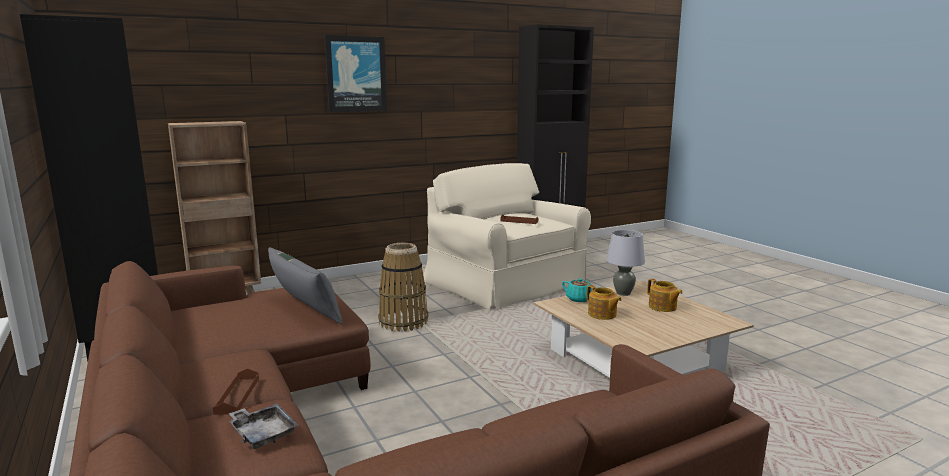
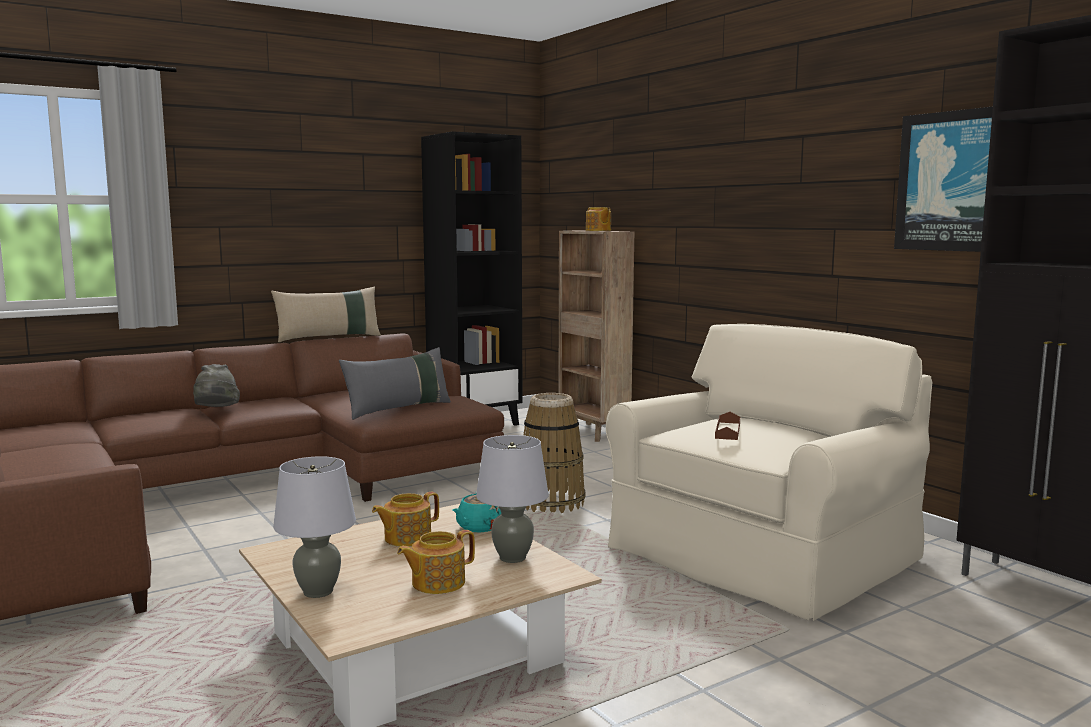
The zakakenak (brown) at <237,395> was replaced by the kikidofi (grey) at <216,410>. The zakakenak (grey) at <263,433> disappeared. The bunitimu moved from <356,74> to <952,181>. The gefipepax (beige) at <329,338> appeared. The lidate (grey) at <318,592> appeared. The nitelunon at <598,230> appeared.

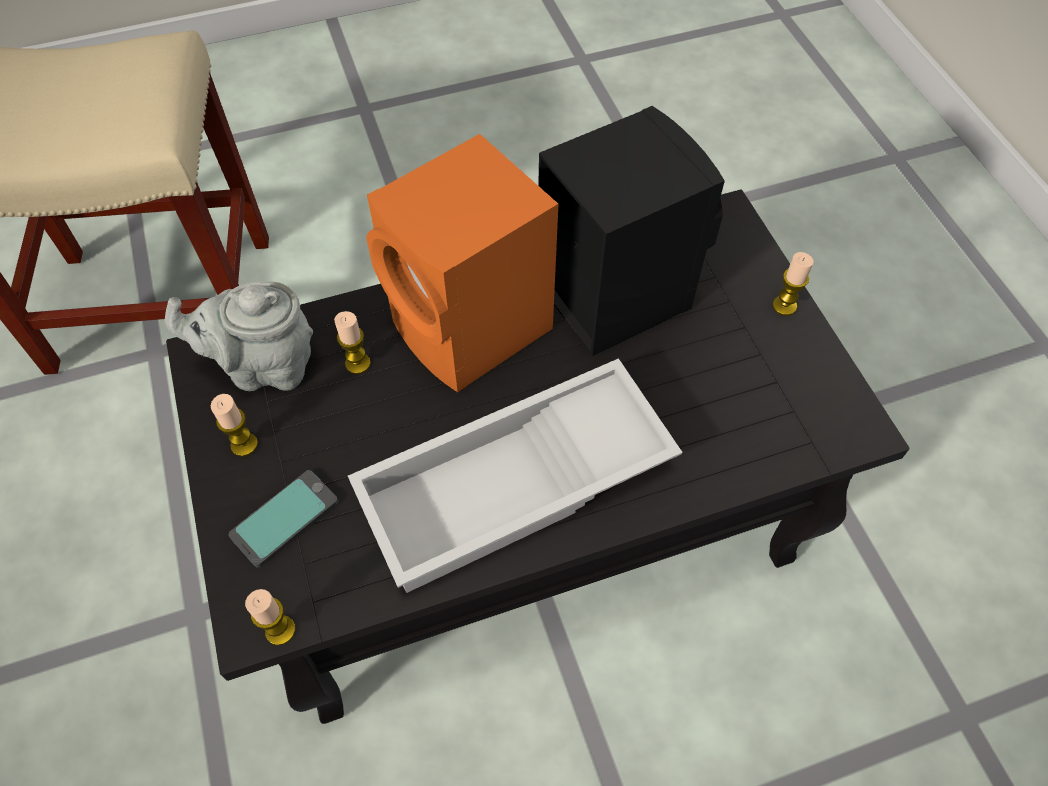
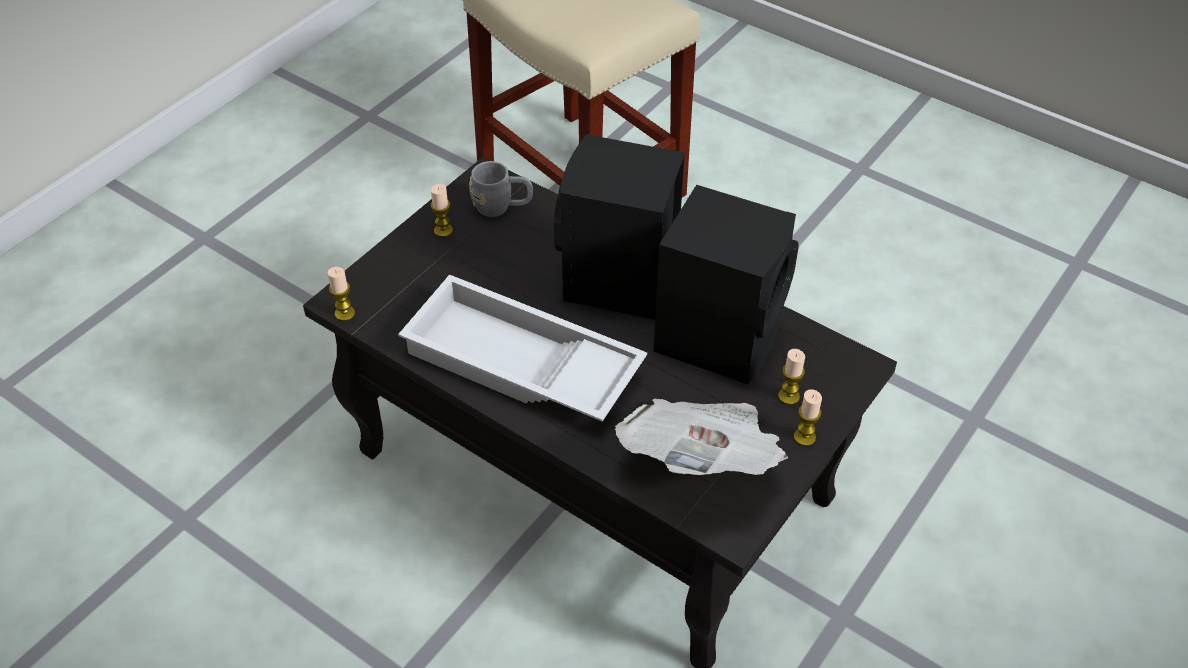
The nitelunon (grey) at <264,366> was replaced by the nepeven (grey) at <502,207>. The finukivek at <284,518> disappeared. The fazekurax moved from <358,363> to <788,396>. The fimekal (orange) at <474,331> became the fimekal (black) at <617,283>. The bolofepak at <702,461> appeared.

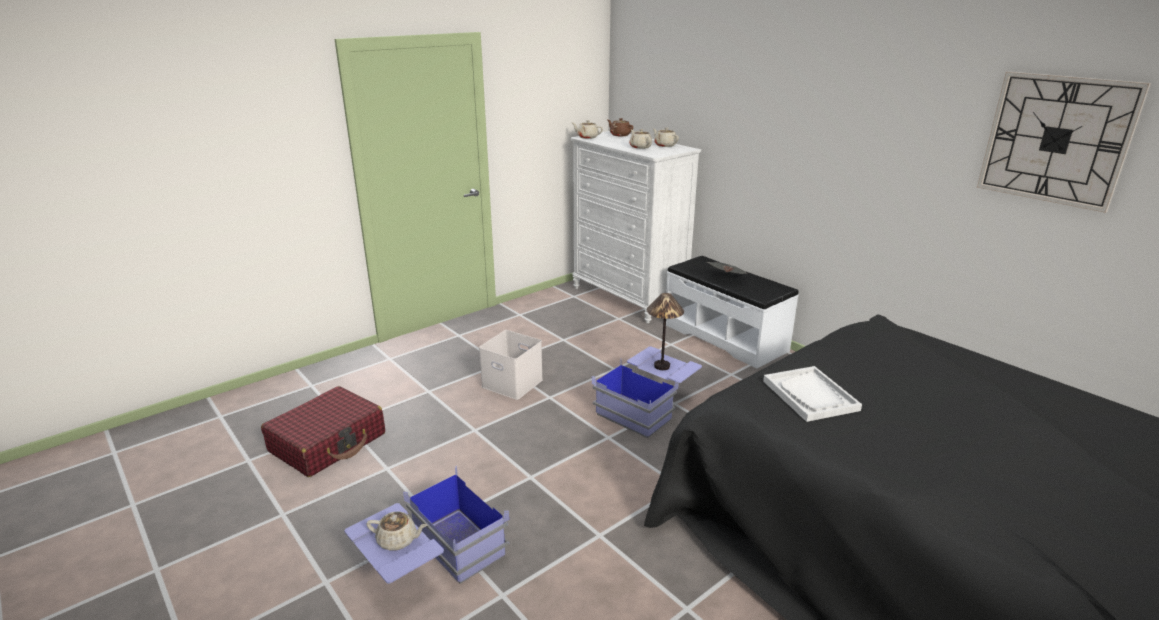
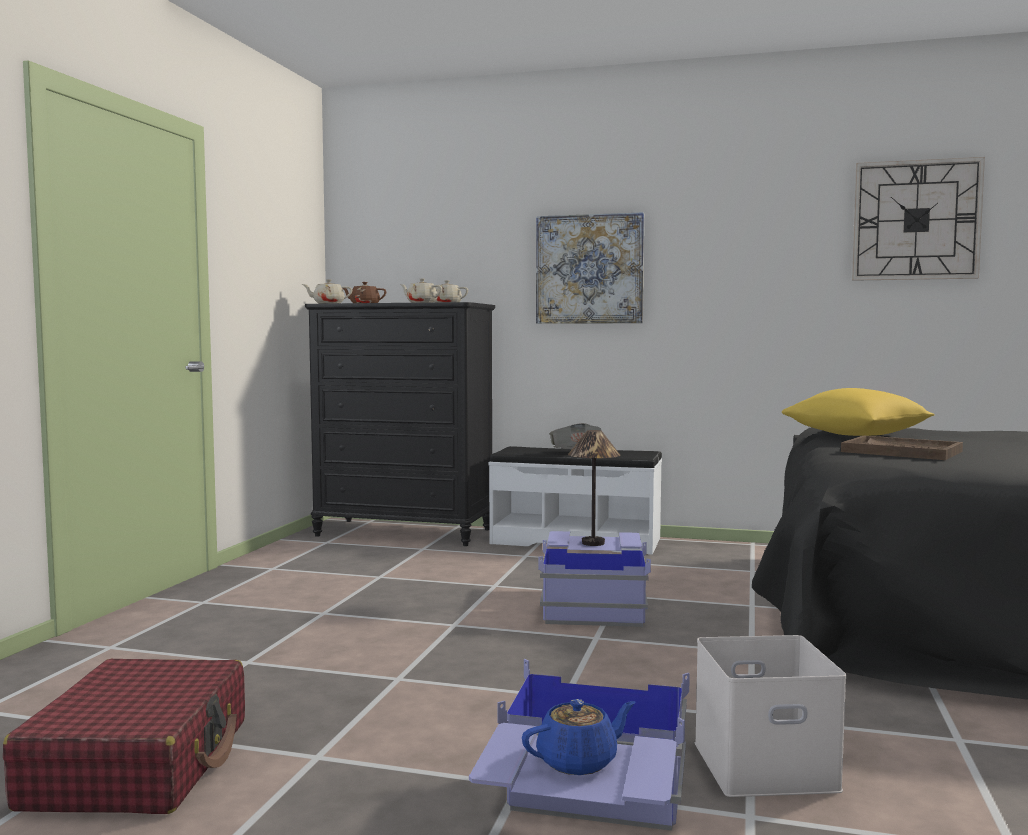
The nitelunon (beige) at <398,540> became the nitelunon (blue) at <579,761>. The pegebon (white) moved from <513,383> to <766,764>. The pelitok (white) at <628,297> became the pelitok (black) at <404,532>. The zakakenak (white) at <810,395> became the zakakenak (brown) at <902,451>. The bunitimu at <589,269> appeared. The gefipepax (yellow) at <856,435> appeared.

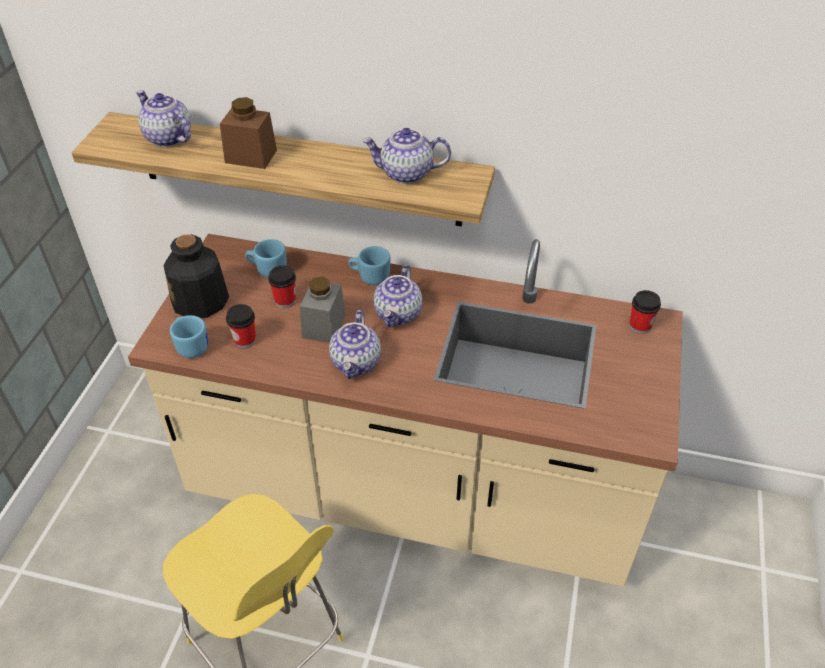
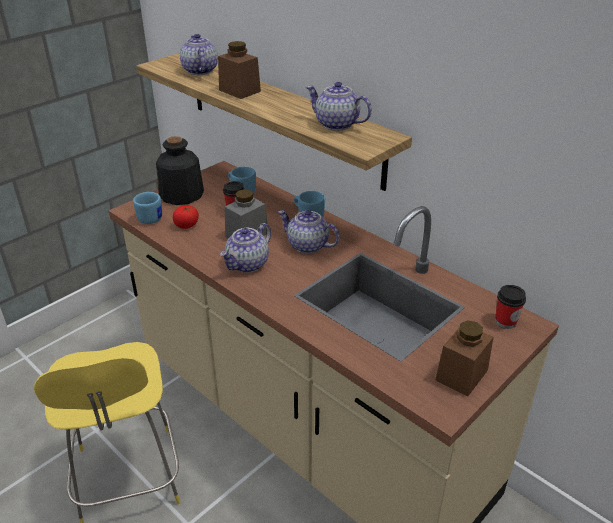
The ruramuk at <245,340> was replaced by the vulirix at <186,225>. The nitelunon at <398,314> turned 75 degrees clockwise. The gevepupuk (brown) at <461,375> appeared.

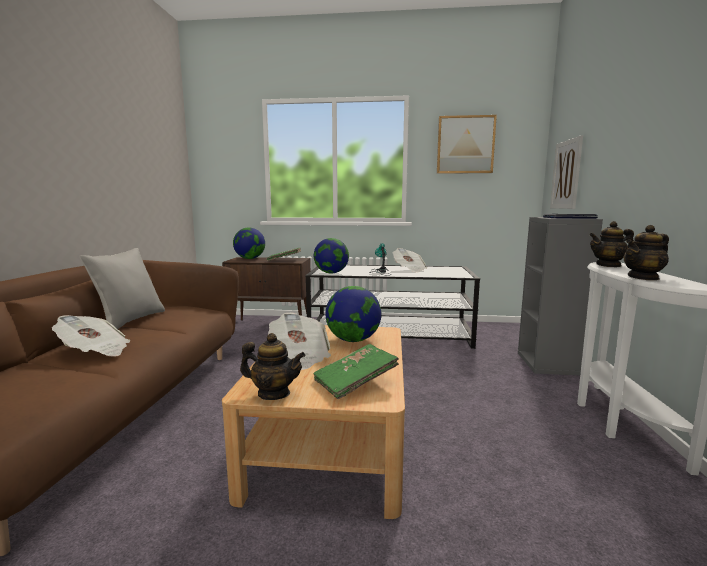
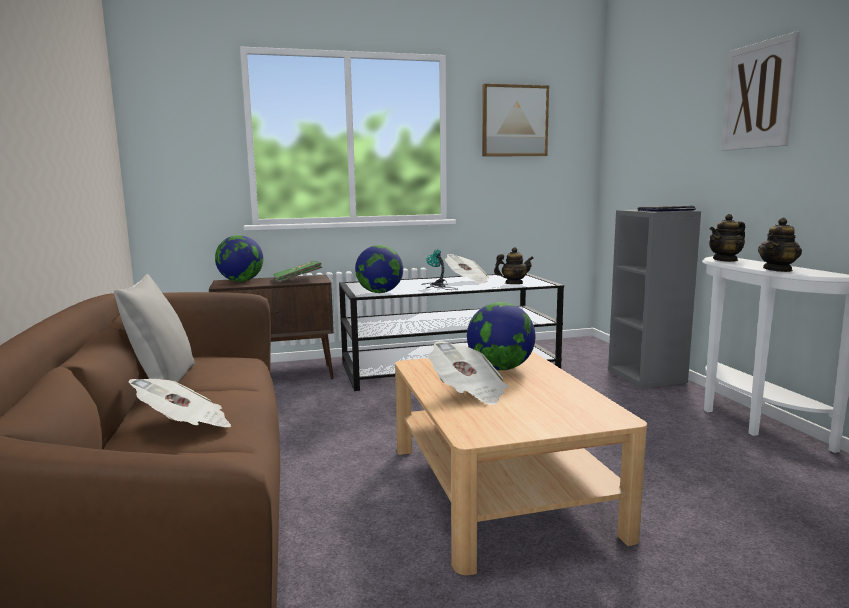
The nitelunon moved from <273,394> to <513,283>. The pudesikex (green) at <355,382> disappeared. The bunitimu moved from <566,174> to <758,96>.

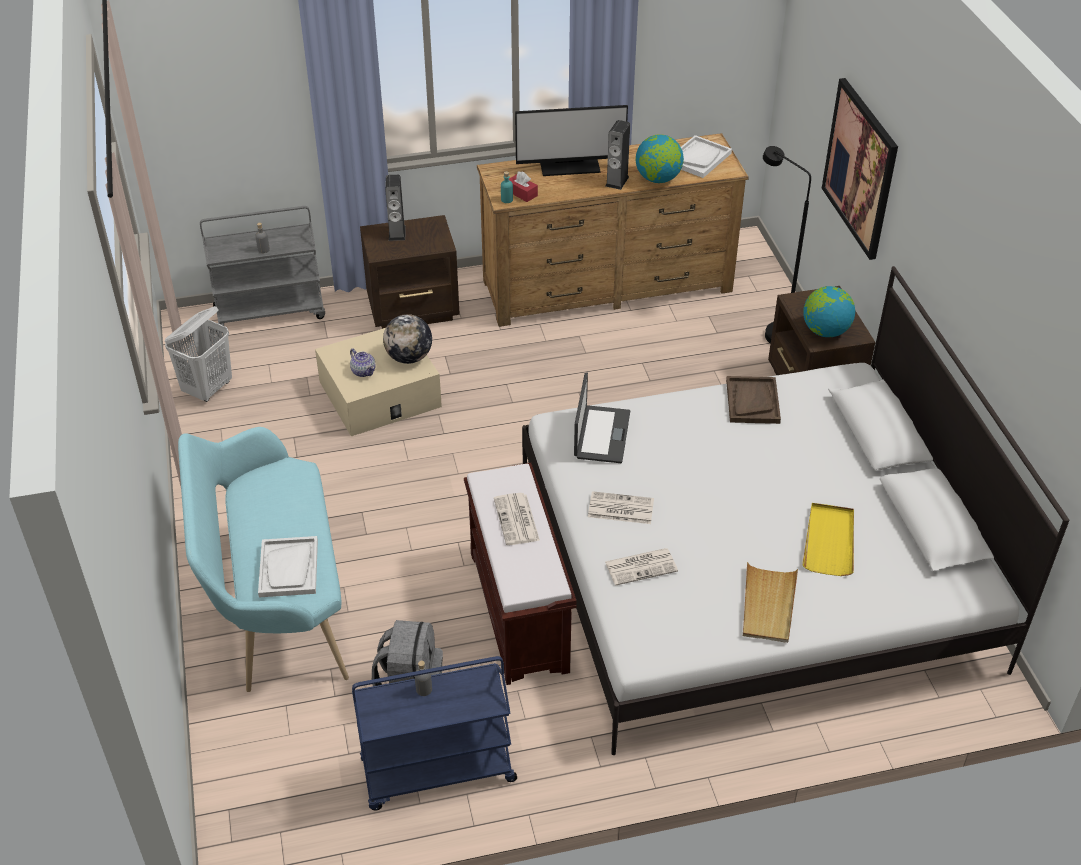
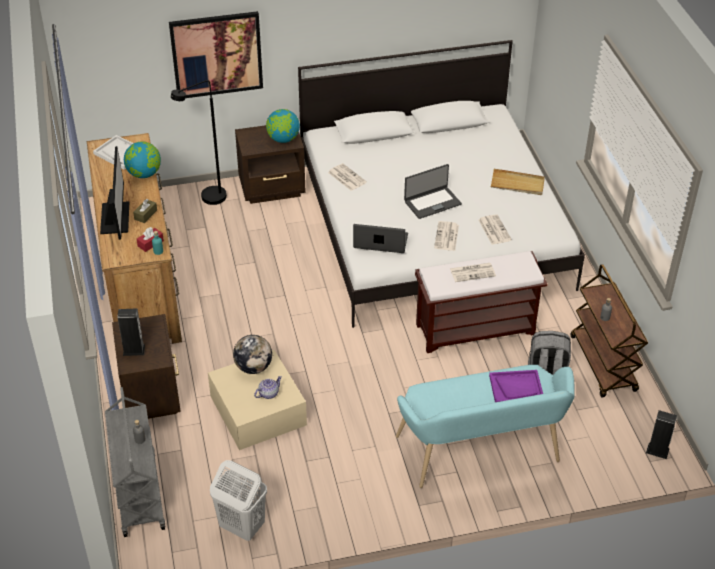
The zakakenak (white) at <289,568> became the zakakenak (purple) at <516,388>. The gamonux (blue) at <437,772> became the gamonux (brown) at <603,364>. The fimekal moved from <617,181> to <657,451>. The zakakenak (brown) at <752,401> was replaced by the bolofepak at <346,177>. The zakakenak (yellow) at <829,541> disappeared. The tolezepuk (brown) at <145,215> appeared. The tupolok at <432,202> appeared.

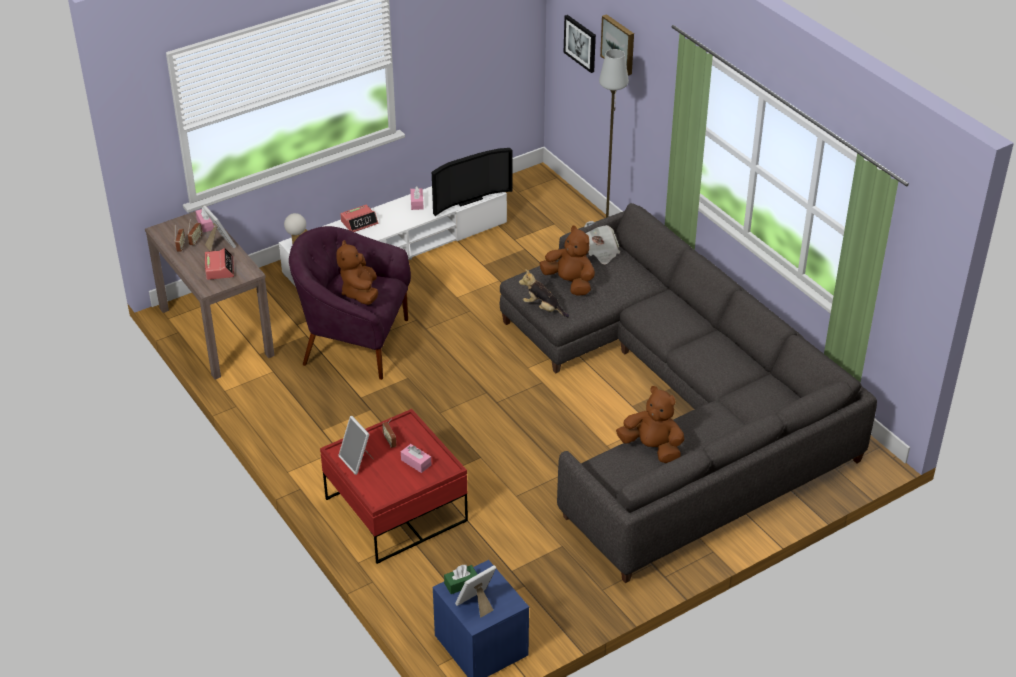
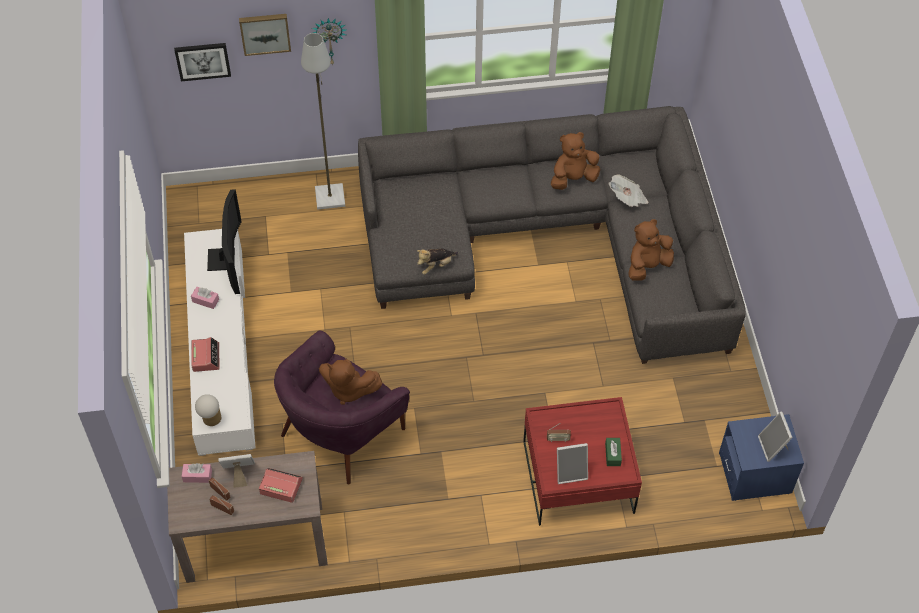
The tolezepuk (pink) at <416,462> disappeared. The tolezepuk (green) moved from <461,584> to <612,454>. The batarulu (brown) moved from <570,283> to <573,178>. The bolofepak moved from <599,252> to <627,198>. The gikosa at <330,40> appeared.

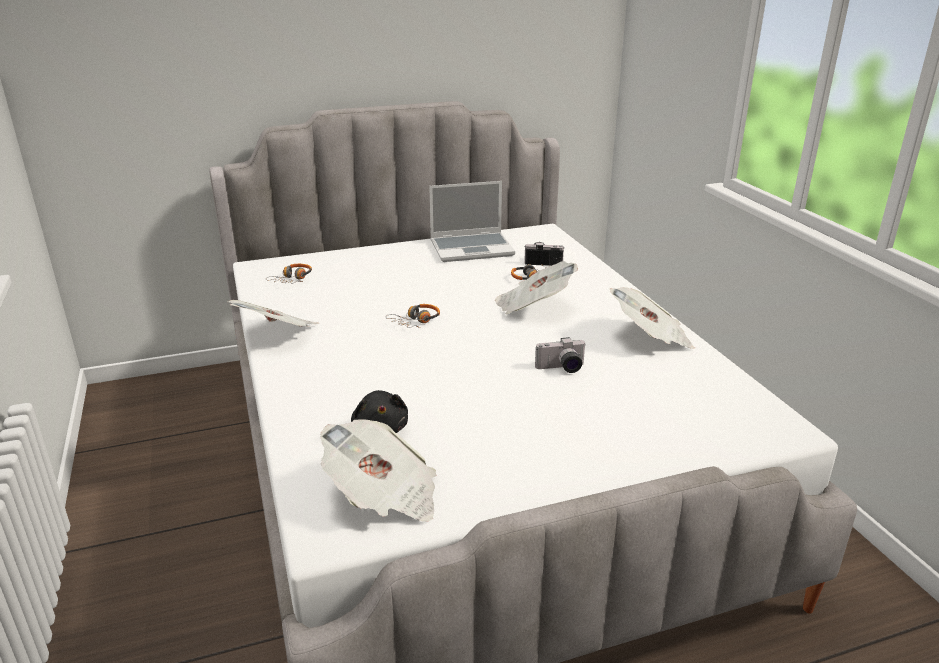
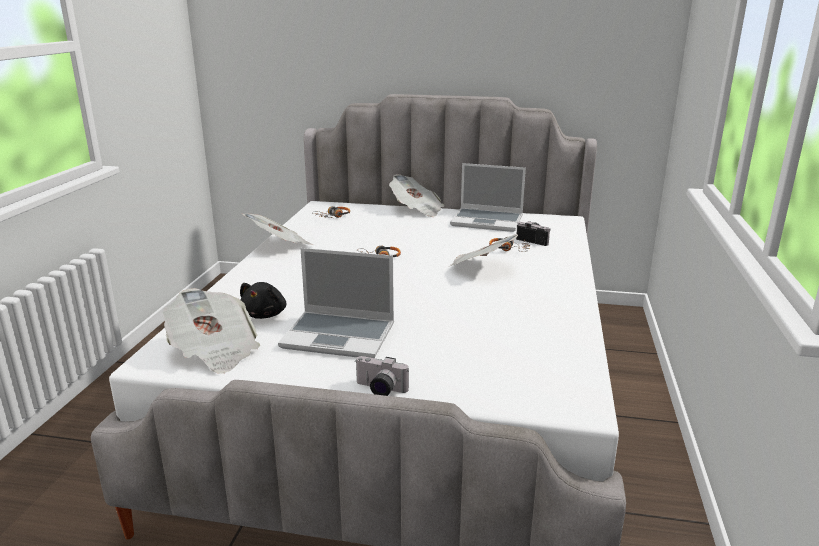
The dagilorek moved from <561,368> to <379,390>. The bolofepak moved from <650,338> to <417,210>. The tupolok at <340,336> appeared.

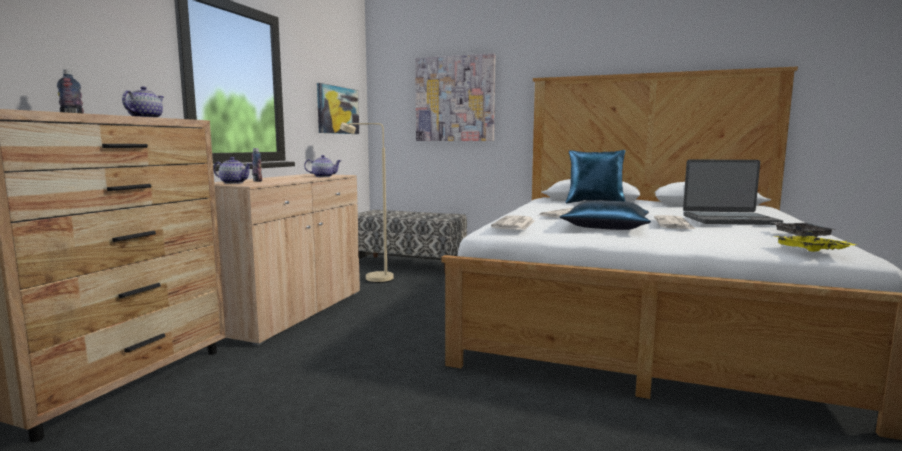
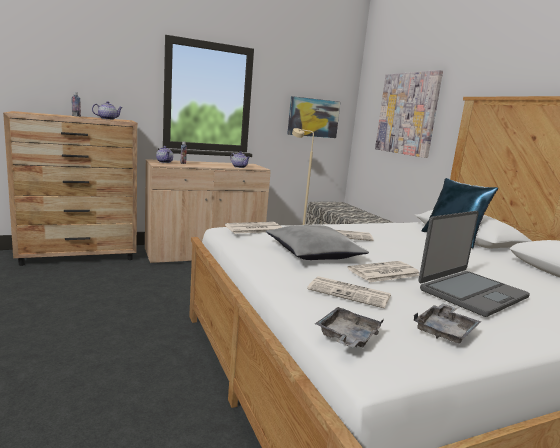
The gefipepax (blue) at <607,227> became the gefipepax (grey) at <314,253>. The tupolok at <729,220> turned 90 degrees counterclockwise. The zakakenak (yellow) at <811,250> became the zakakenak (grey) at <347,337>. The bolofepak at <350,293> appeared.

